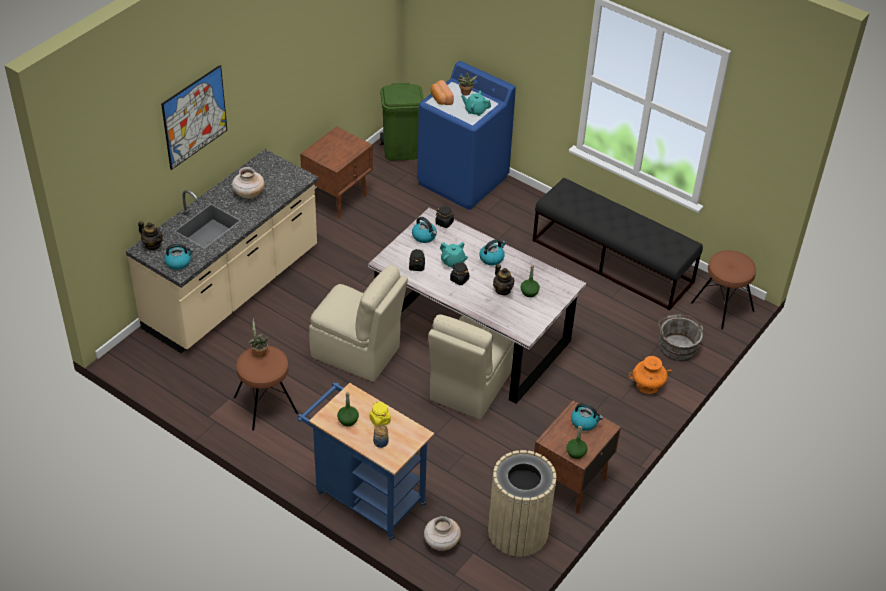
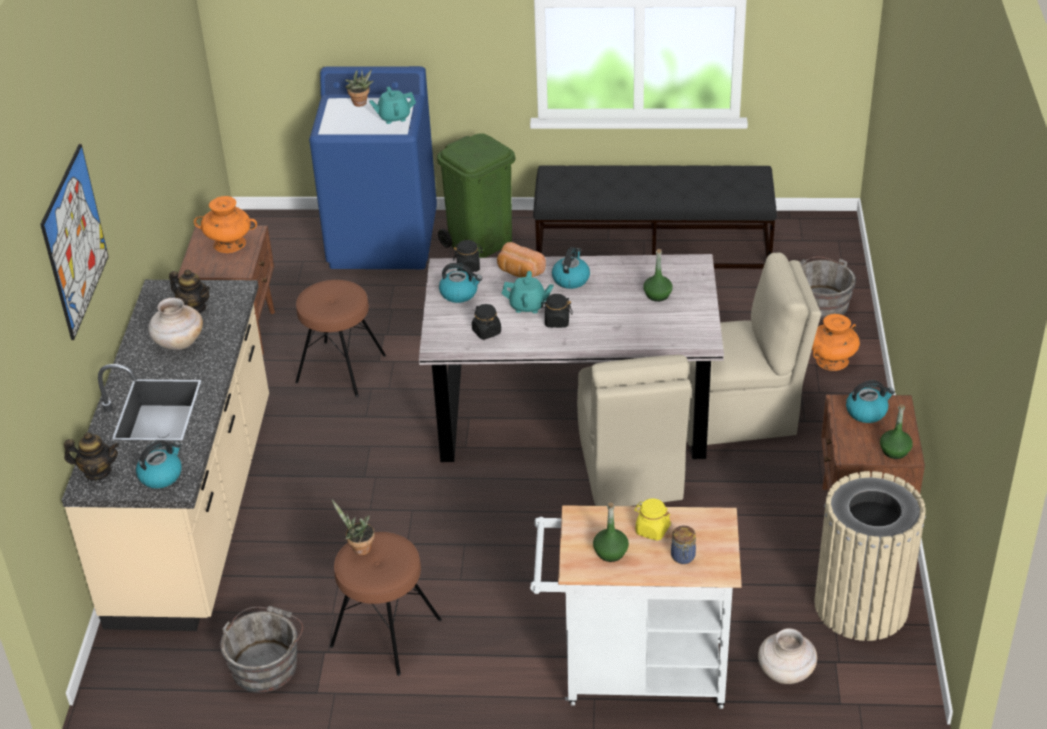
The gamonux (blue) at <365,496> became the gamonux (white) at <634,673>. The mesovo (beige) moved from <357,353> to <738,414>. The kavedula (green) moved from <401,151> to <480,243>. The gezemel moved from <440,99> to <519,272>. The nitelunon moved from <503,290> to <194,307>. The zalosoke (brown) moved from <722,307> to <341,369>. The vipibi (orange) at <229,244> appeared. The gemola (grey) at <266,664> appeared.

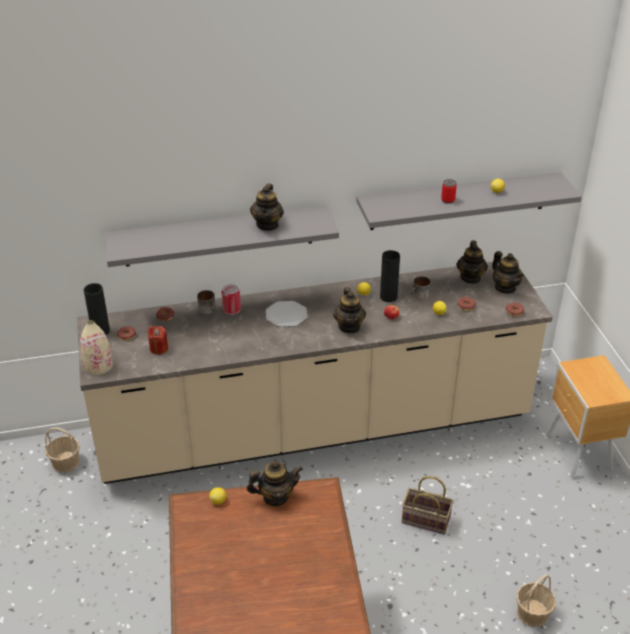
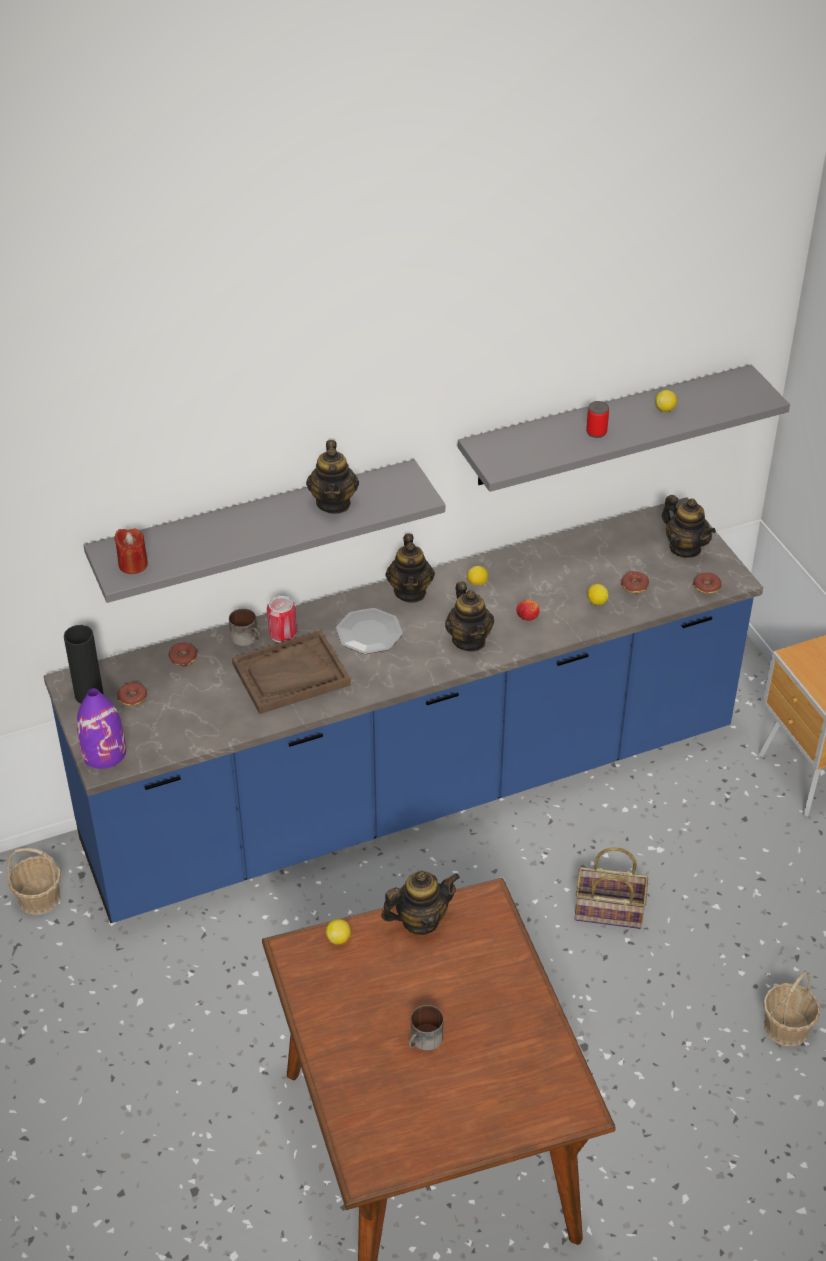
The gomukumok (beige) at <315,429> became the gomukumok (blue) at <413,791>. The vipibi (beige) at <98,365> became the vipibi (purple) at <104,752>. The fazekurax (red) moved from <159,348> to <133,564>. The vipibi (black) at <388,297> disappeared. The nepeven moved from <419,296> to <424,1040>. The nitelunon moved from <470,278> to <410,592>. The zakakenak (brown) at <291,675> appeared.

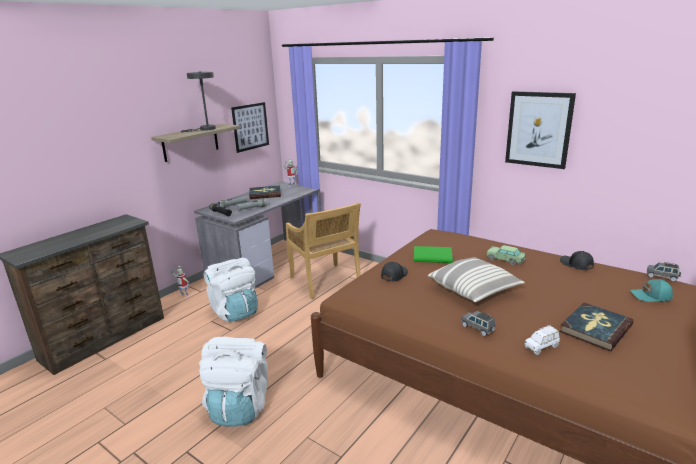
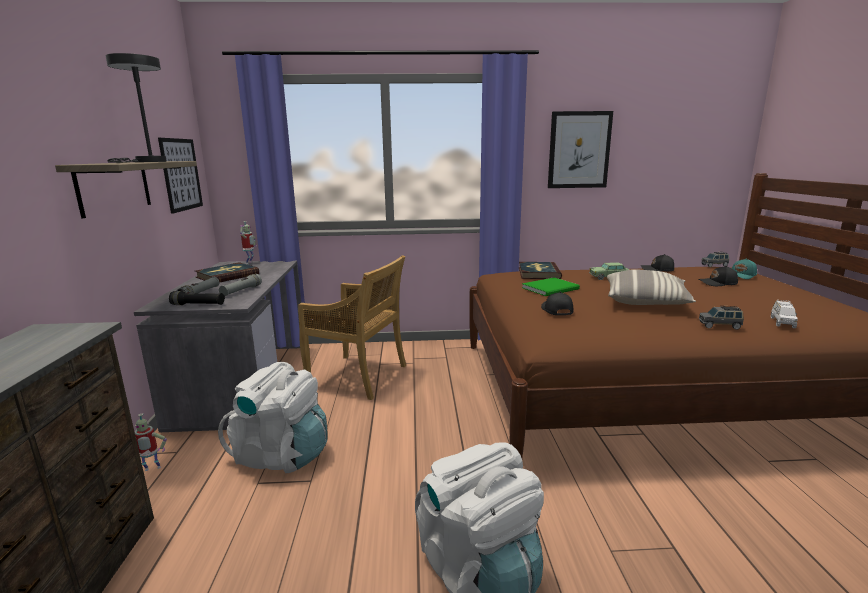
The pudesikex moved from <595,328> to <538,273>. The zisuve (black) at <718,283> appeared.

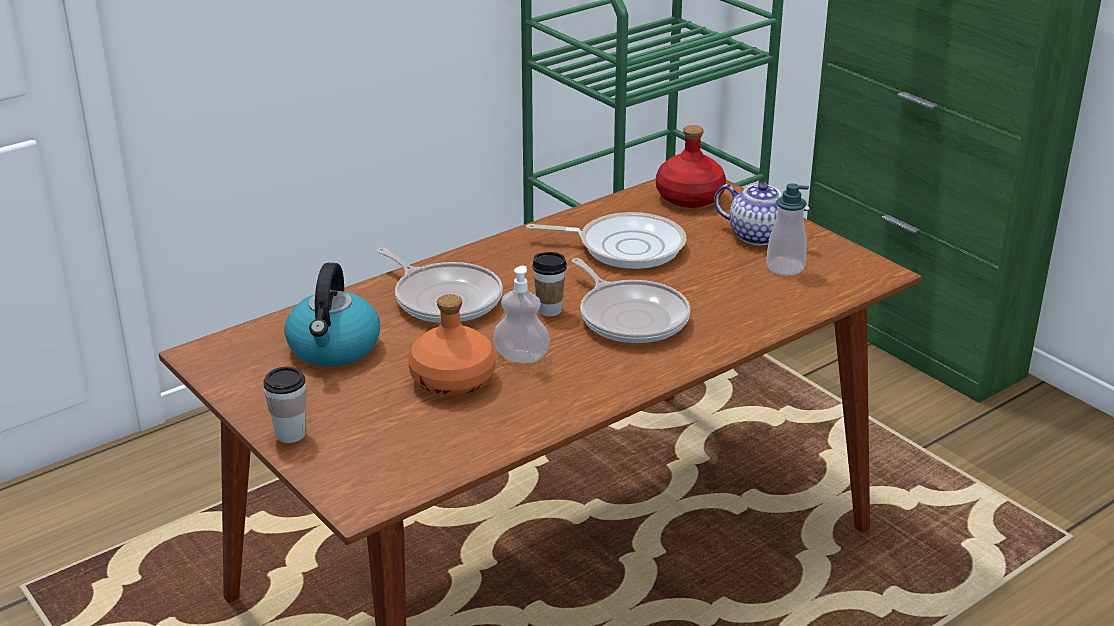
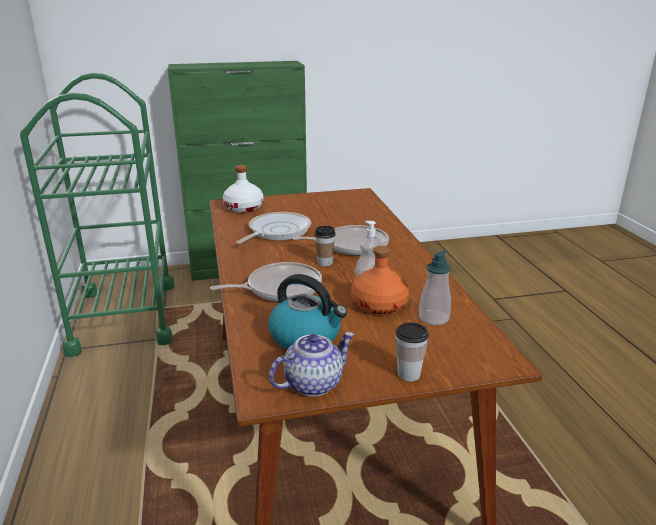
The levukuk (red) at <690,197> became the levukuk (white) at <244,208>. The nitelunon moved from <759,236> to <313,383>. The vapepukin moved from <785,267> to <433,318>.

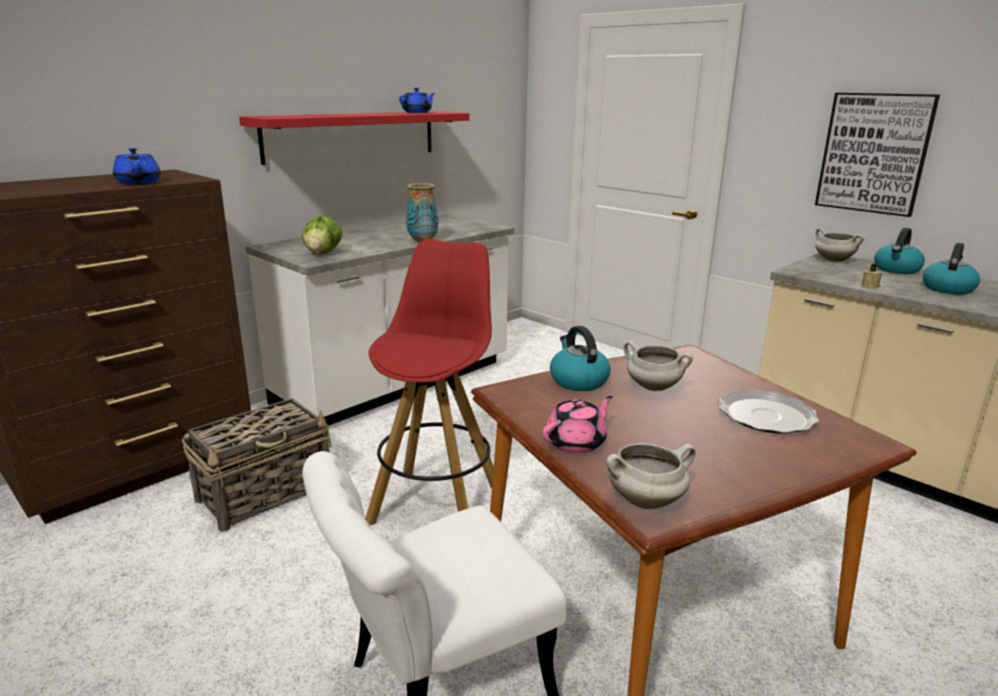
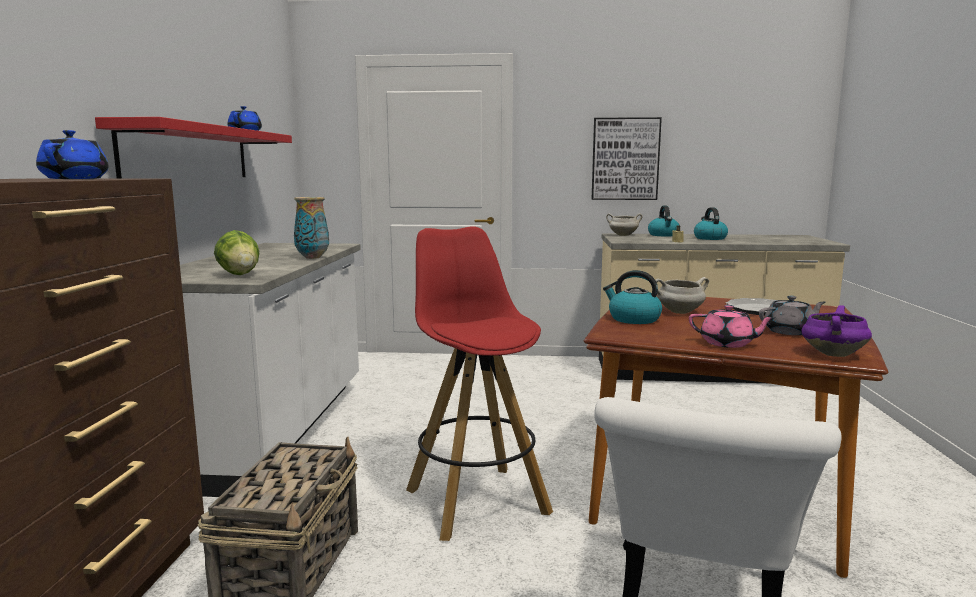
The nitelunon (blue) at <139,182> turned 60 degrees clockwise. The nitelunon (pink) at <576,443> turned 105 degrees clockwise. The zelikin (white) at <646,500> became the zelikin (purple) at <832,354>. The nitelunon (grey) at <789,331> appeared.

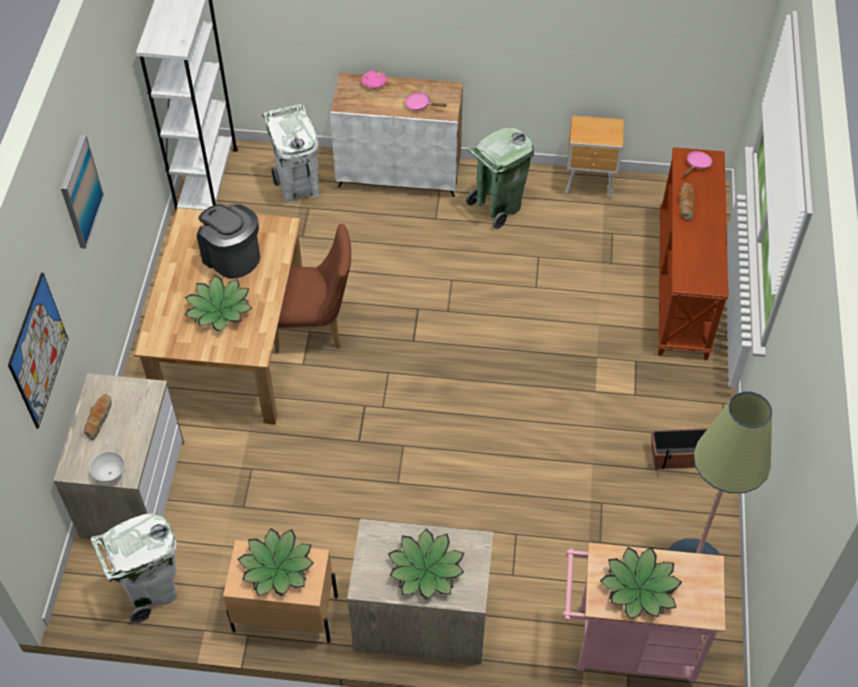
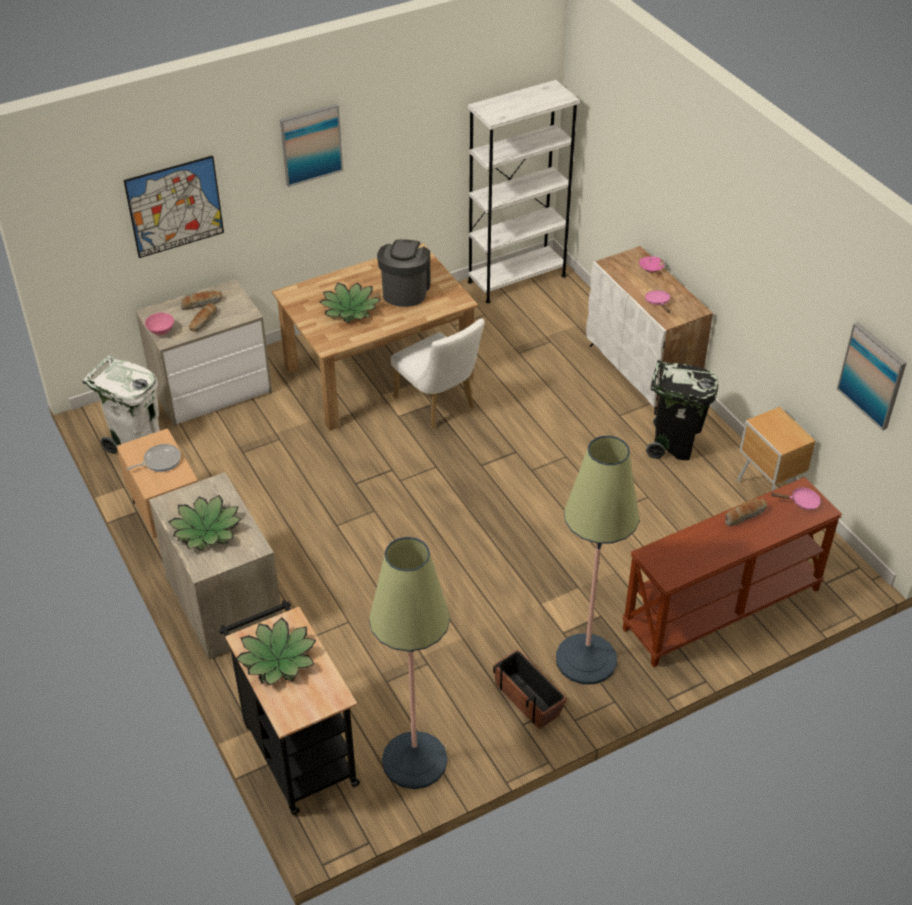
The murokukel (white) at <110,474> became the murokukel (pink) at <161,332>. The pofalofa at <277,568> was replaced by the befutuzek at <160,461>. The kavedula (white) at <299,187> disappeared. The mesovo (brown) at <315,328> became the mesovo (white) at <438,405>. The kavedula (green) at <497,206> became the kavedula (black) at <674,445>. The gamonux (pink) at <626,646> became the gamonux (black) at <296,749>. The gezemel at <204,321> appeared. The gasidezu at <586,659> appeared. The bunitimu at <872,375> appeared.

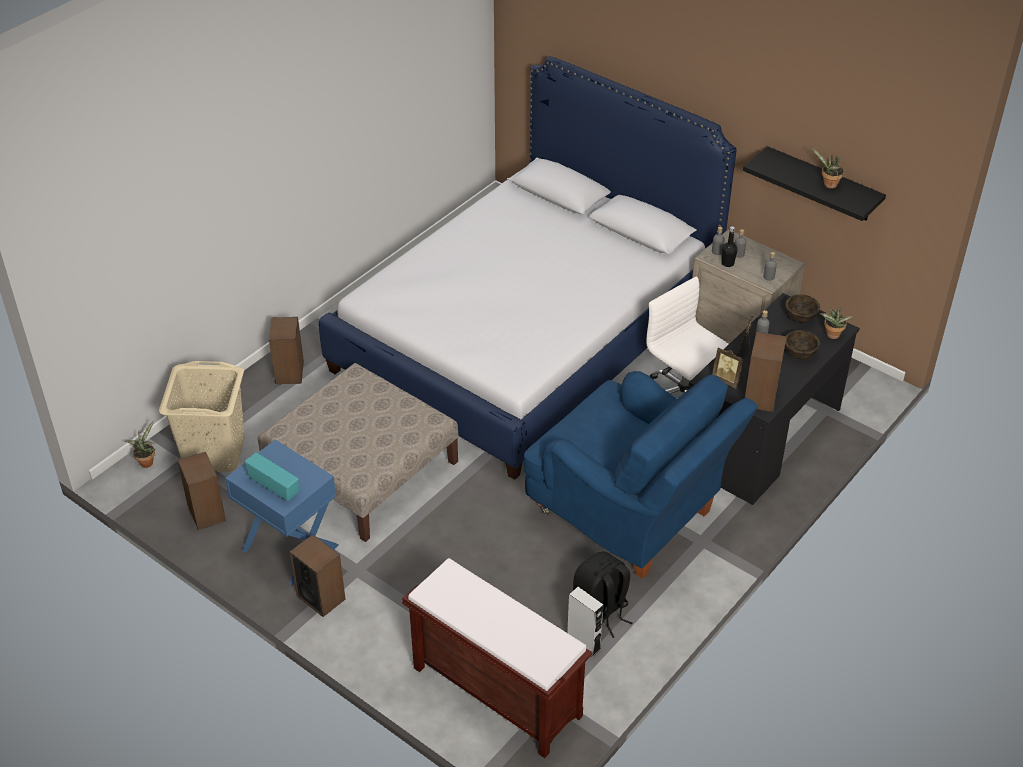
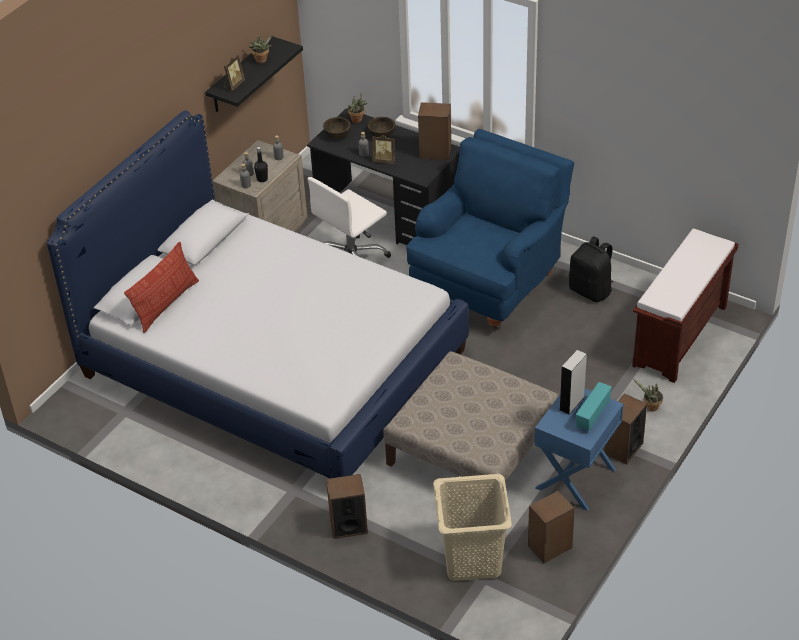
The pofalofa moved from <146,461> to <650,407>. The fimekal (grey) moved from <583,643> to <572,403>. The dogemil moved from <727,380> to <234,85>. The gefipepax at <166,304> appeared.

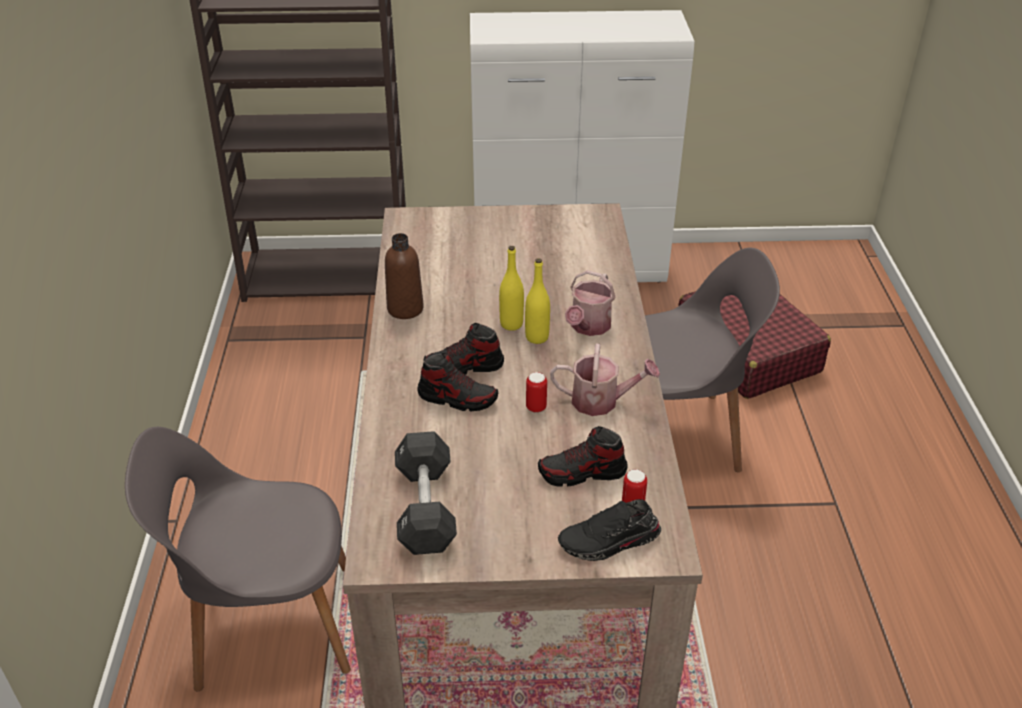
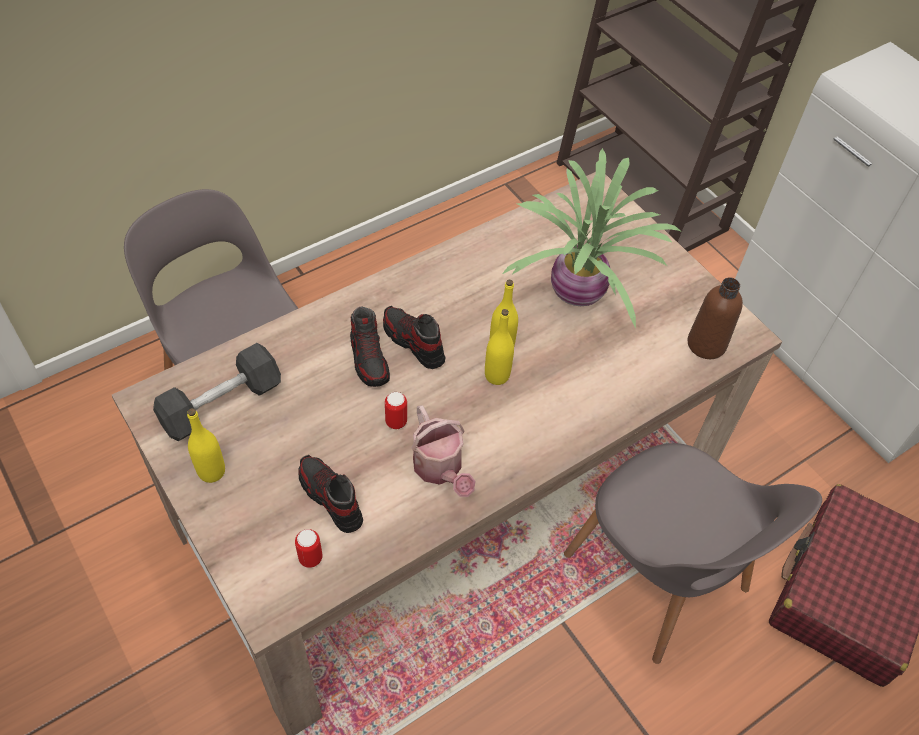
The levukuk (brown) moved from <405,309> to <706,344>. The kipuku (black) at <609,542> disappeared. The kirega at <588,327> disappeared. The levukuk (yellow) at <211,471> appeared. The pofalofa at <577,295> appeared.

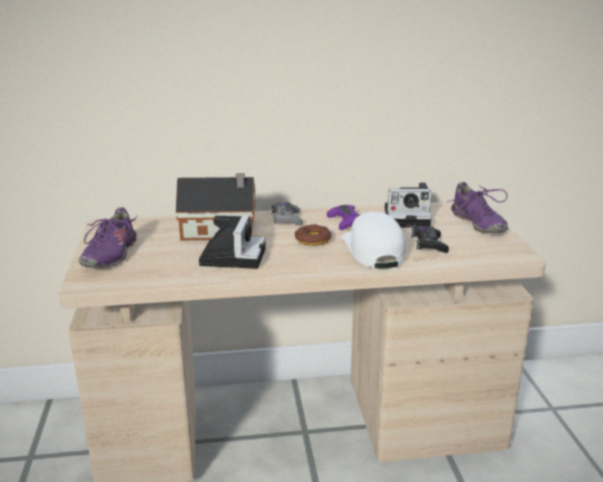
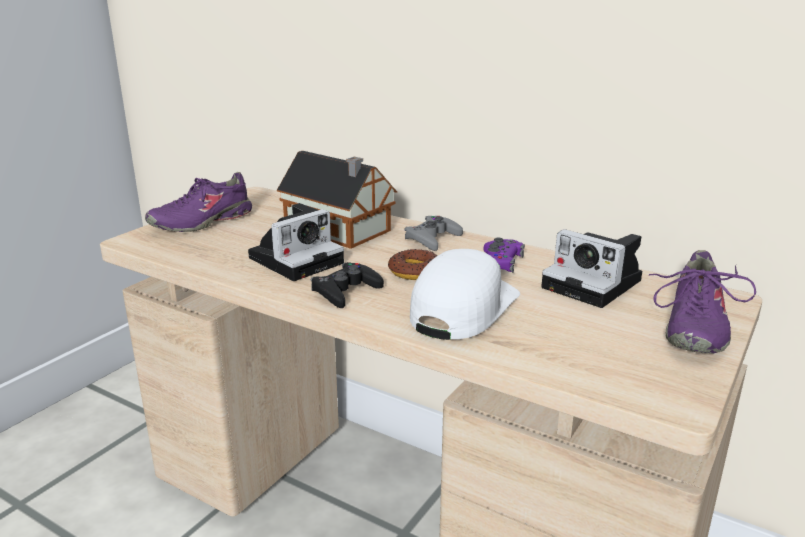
The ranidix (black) moved from <428,244> to <346,291>.

